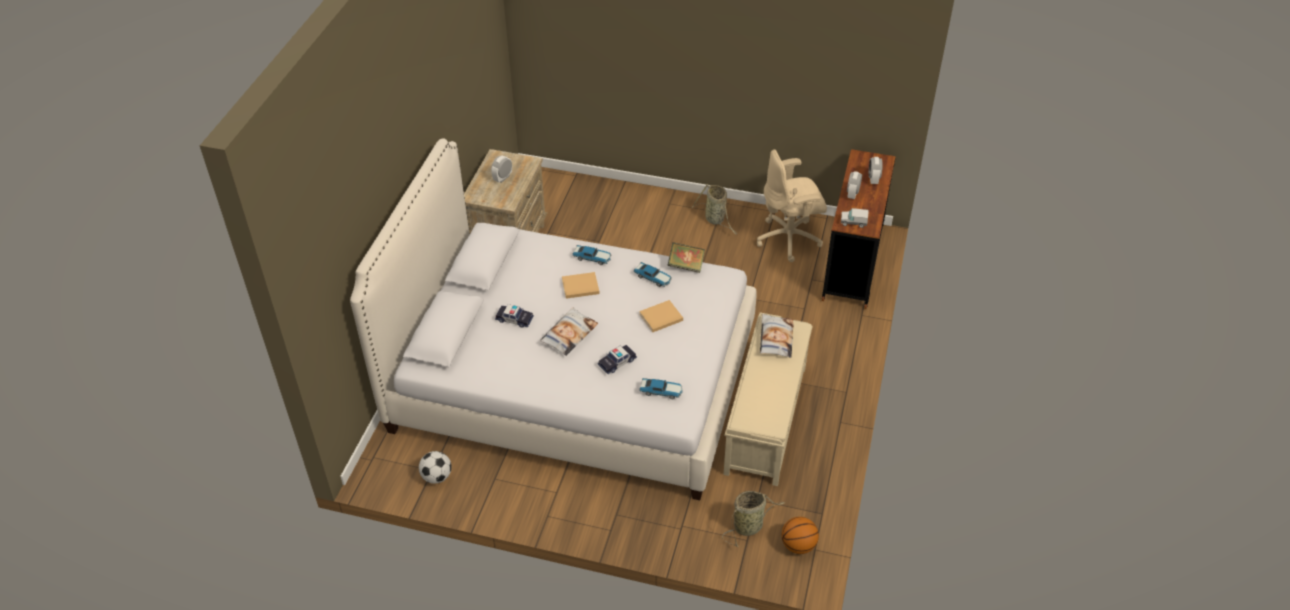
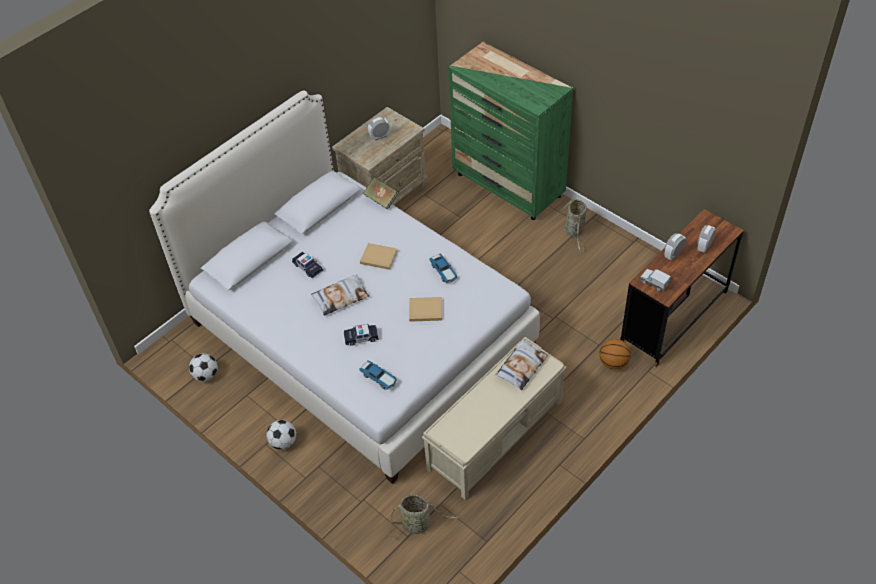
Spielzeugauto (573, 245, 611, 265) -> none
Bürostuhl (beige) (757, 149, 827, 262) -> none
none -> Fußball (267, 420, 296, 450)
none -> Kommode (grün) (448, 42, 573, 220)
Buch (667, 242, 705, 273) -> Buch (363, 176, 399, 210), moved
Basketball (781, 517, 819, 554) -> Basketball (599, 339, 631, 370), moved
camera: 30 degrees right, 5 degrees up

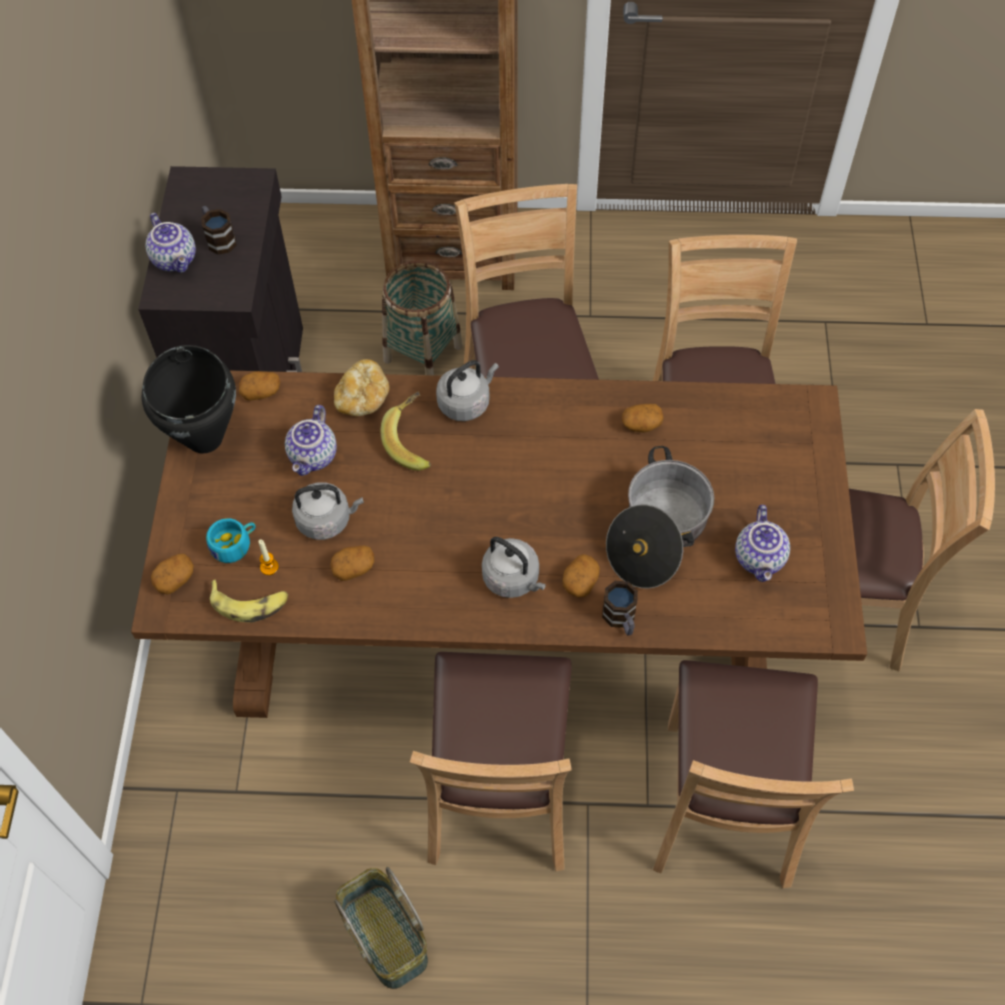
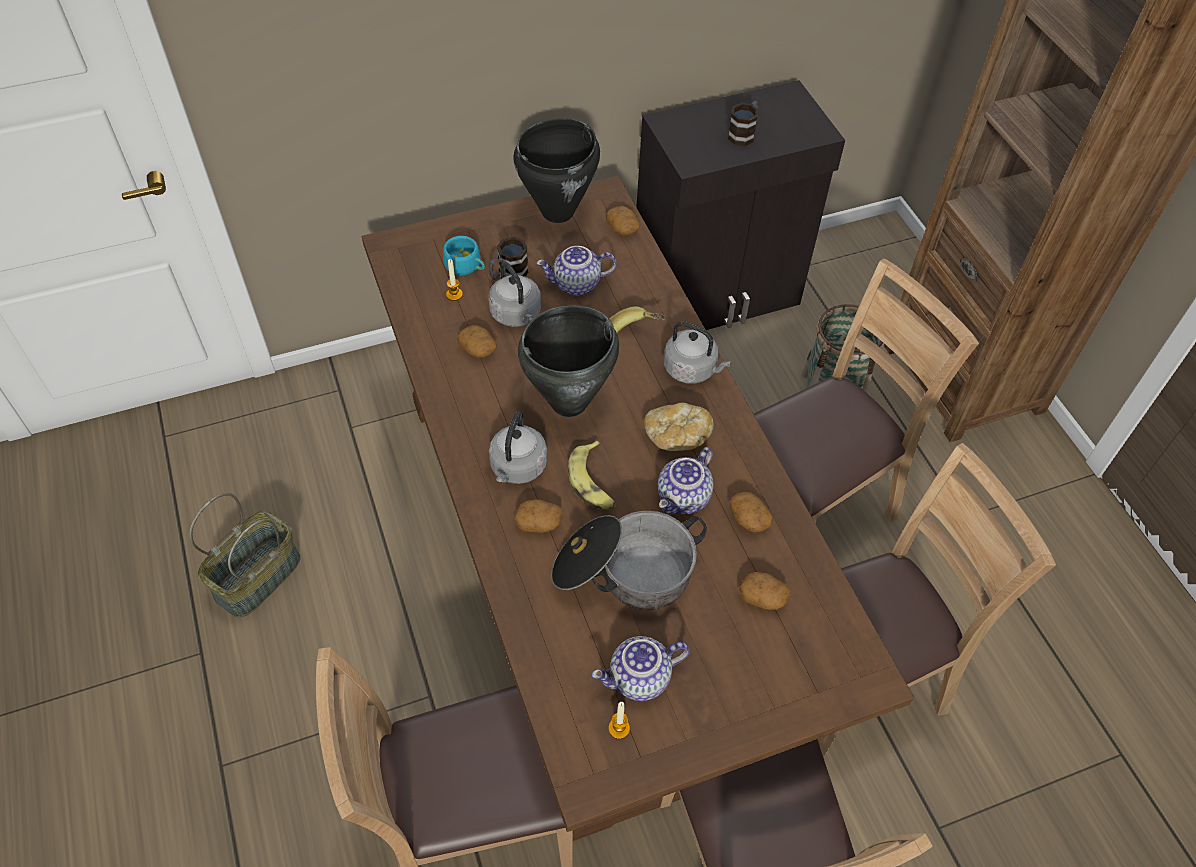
Stuhl (braun) (410, 652, 572, 872) -> none
none -> Kochtopf (schwarz) (518, 305, 619, 417)
none -> Kerze (608, 702, 630, 739)
Teekanne (146, 213, 196, 273) -> Teekanne (658, 447, 713, 515), moved
Kartoffel (151, 554, 194, 595) -> Kartoffel (739, 572, 791, 610), moved
Banane (210, 579, 288, 623) -> Banane (568, 441, 616, 509), moved
Brot (334, 359, 389, 416) -> Brot (644, 403, 714, 451), moved
Henkelbecher (602, 581, 638, 635) -> Henkelbecher (489, 237, 528, 279), moved
camera: 65 degrees right, 5 degrees down

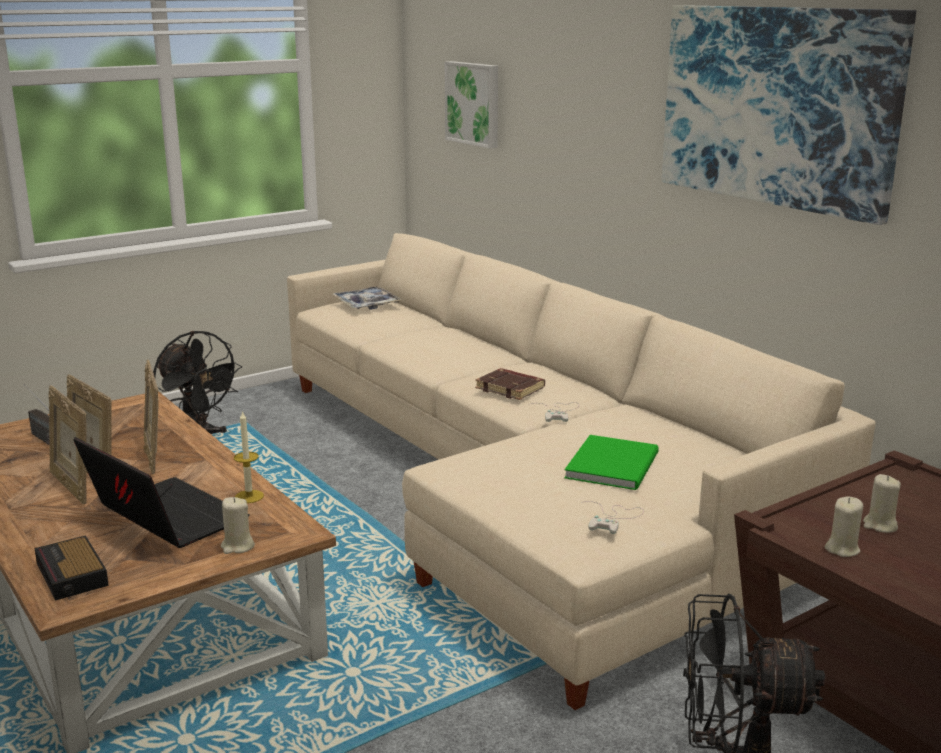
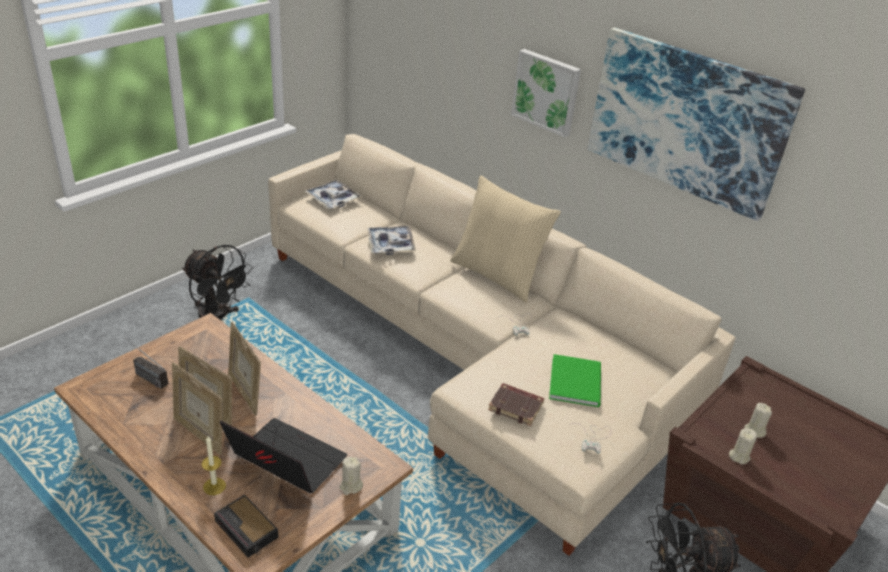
none -> Tablett (367, 226, 416, 255)
none -> Kissen (beige) (450, 175, 561, 303)
Kerze (234, 410, 264, 503) -> Kerze (202, 436, 226, 495), moved
Bild (445, 61, 498, 149) -> Bild (511, 49, 581, 137), moved
Buch (braun) (475, 368, 545, 400) -> Buch (braun) (488, 383, 544, 426), moved
camera: 15 degrees left, 15 degrees up

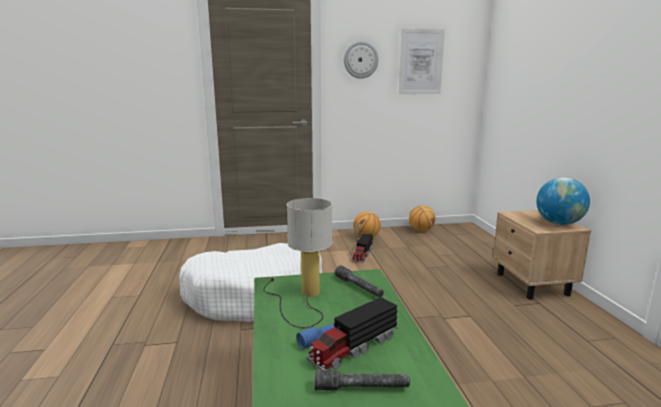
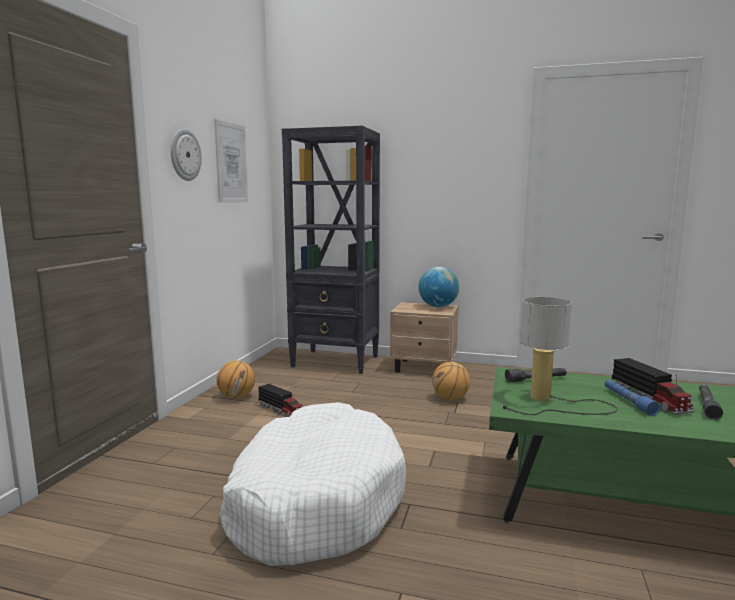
none -> Bücherregal (schwarz) (282, 126, 380, 374)
Basketball (409, 205, 435, 231) -> Basketball (432, 362, 470, 400), moved
camera: 65 degrees left, 5 degrees down

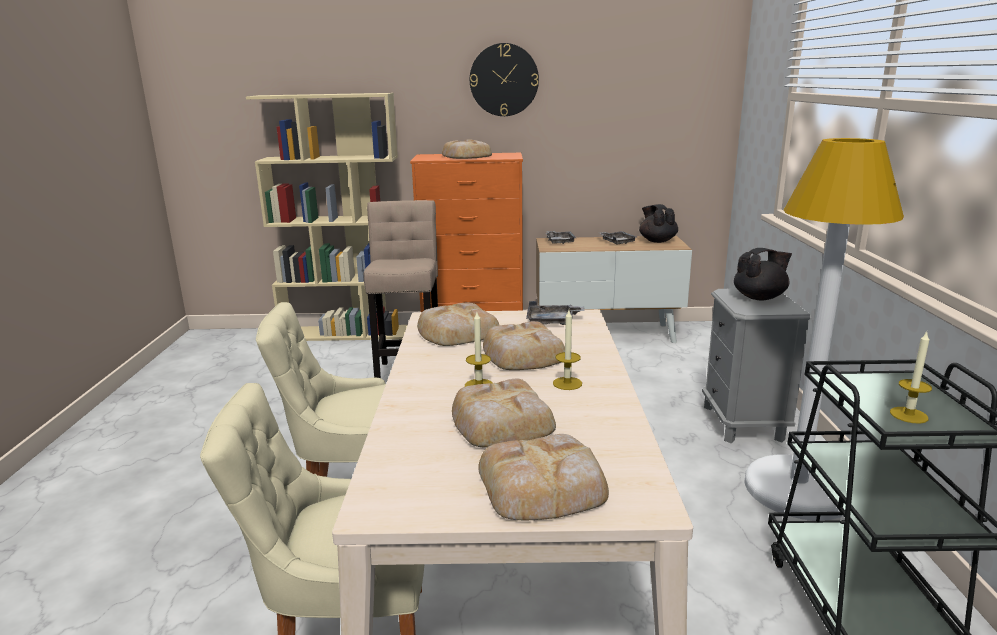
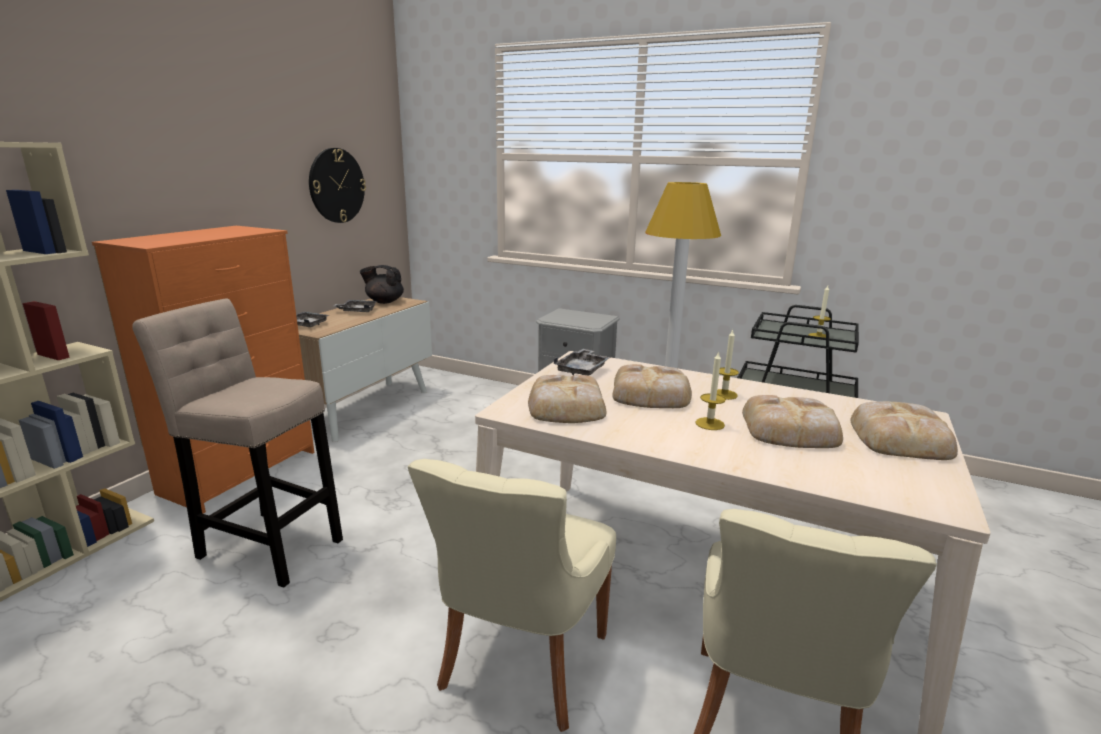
Brot (442, 140, 492, 159) -> none
Teekanne (schwarz) (734, 248, 792, 300) -> none
Wanduhr (470, 43, 539, 116) -> Wanduhr (309, 148, 366, 223), moved
camera: 65 degrees left, 0 degrees up

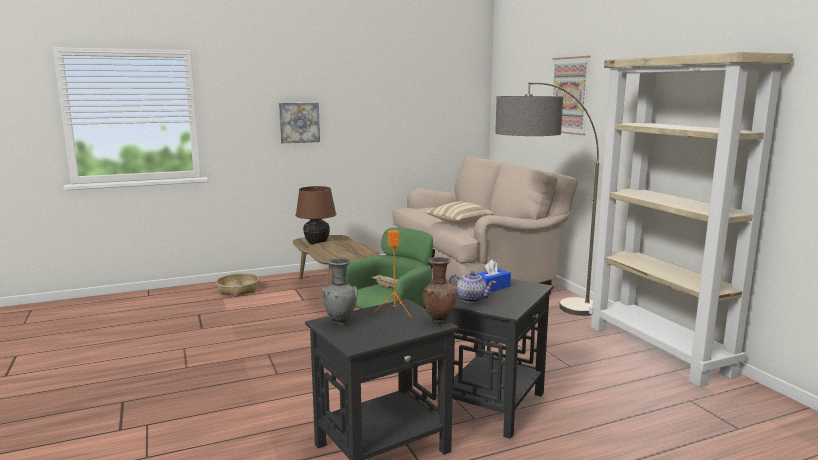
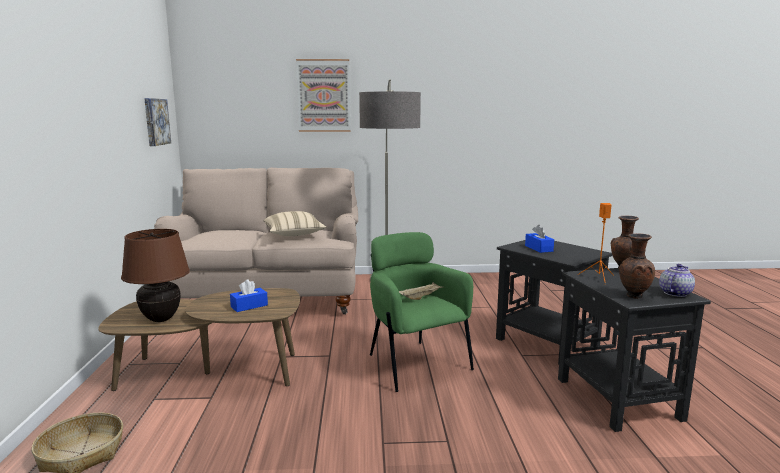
Bücherregal (beige) (589, 52, 793, 387) -> none
none -> Taschentuchbox (blau) (230, 279, 268, 312)
Bild (279, 103, 320, 143) -> Bild (144, 98, 171, 146), moved
Teekanne (448, 271, 496, 303) -> Teekanne (659, 264, 695, 297), moved
Vase (grau) (322, 258, 358, 326) -> Vase (braun) (619, 233, 655, 299)
camera: 70 degrees left, 0 degrees up

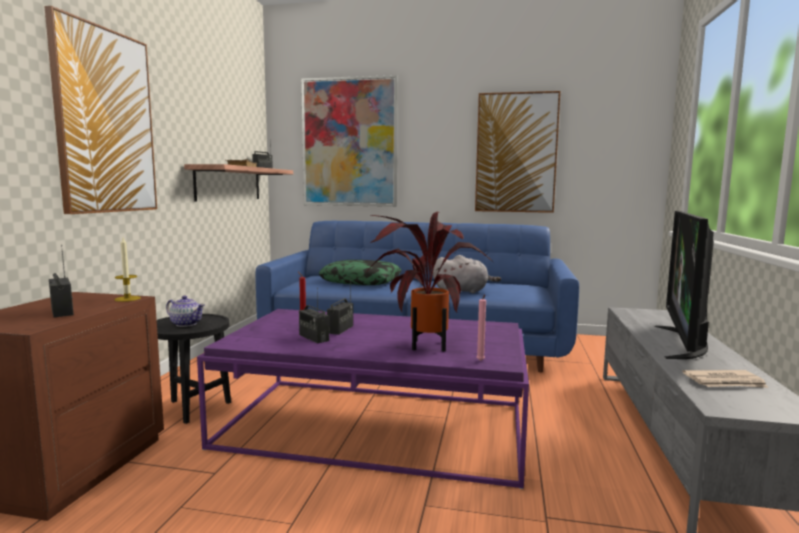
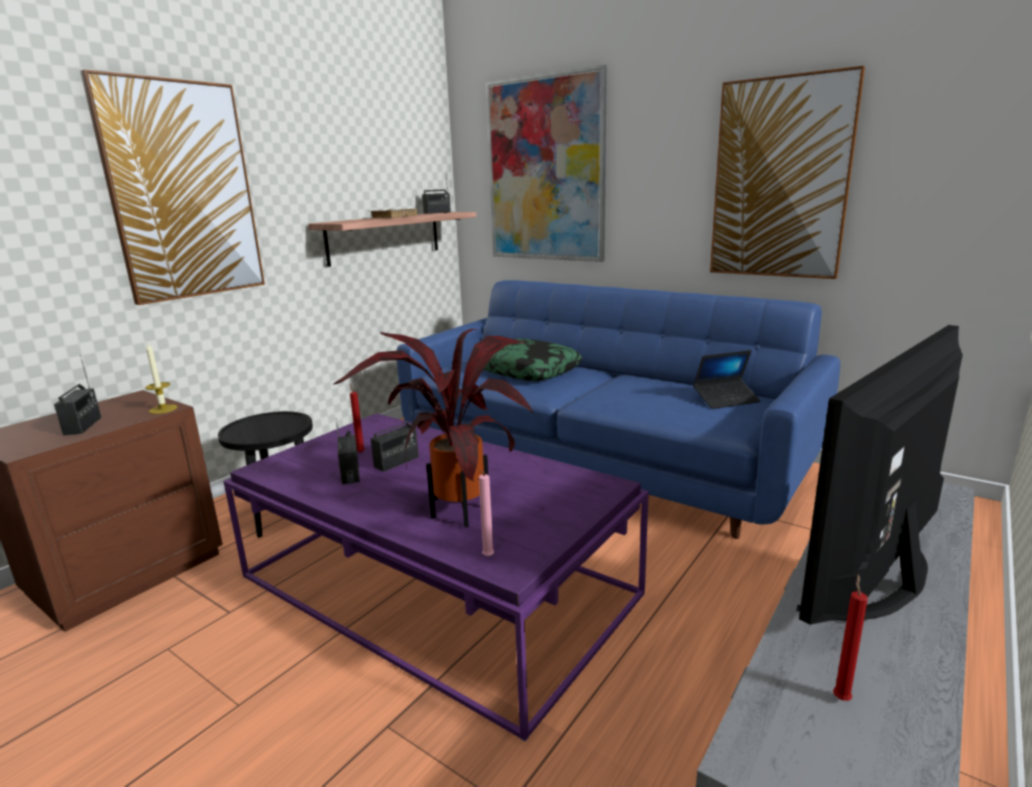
Teekanne (166, 296, 204, 327) -> none
Plüschtier (grau) (433, 255, 501, 293) -> none
none -> Laptop (693, 350, 761, 409)
Zeitung (682, 370, 769, 388) -> Kerze (rot) (833, 574, 868, 701)
camera: 25 degrees right, 10 degrees up

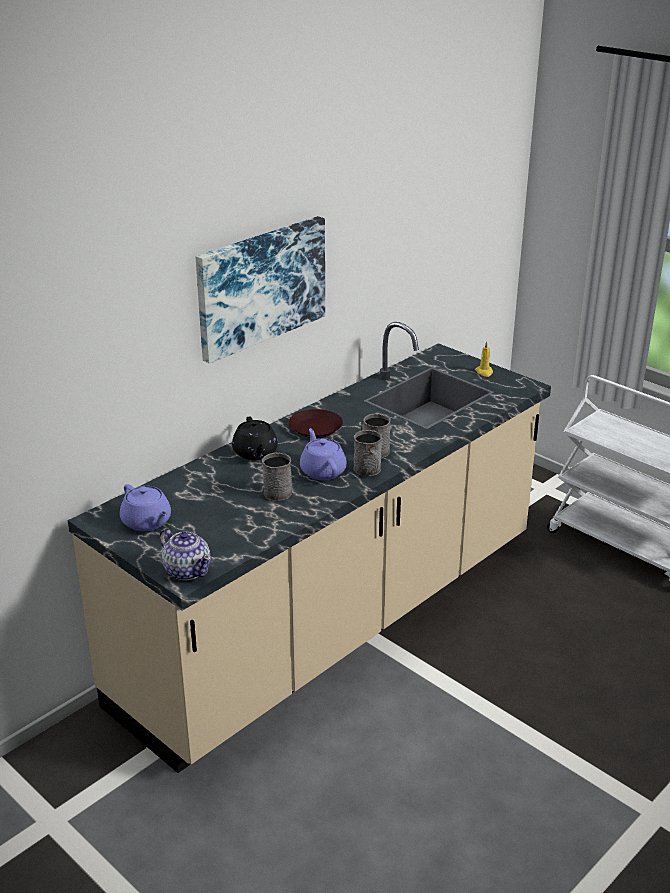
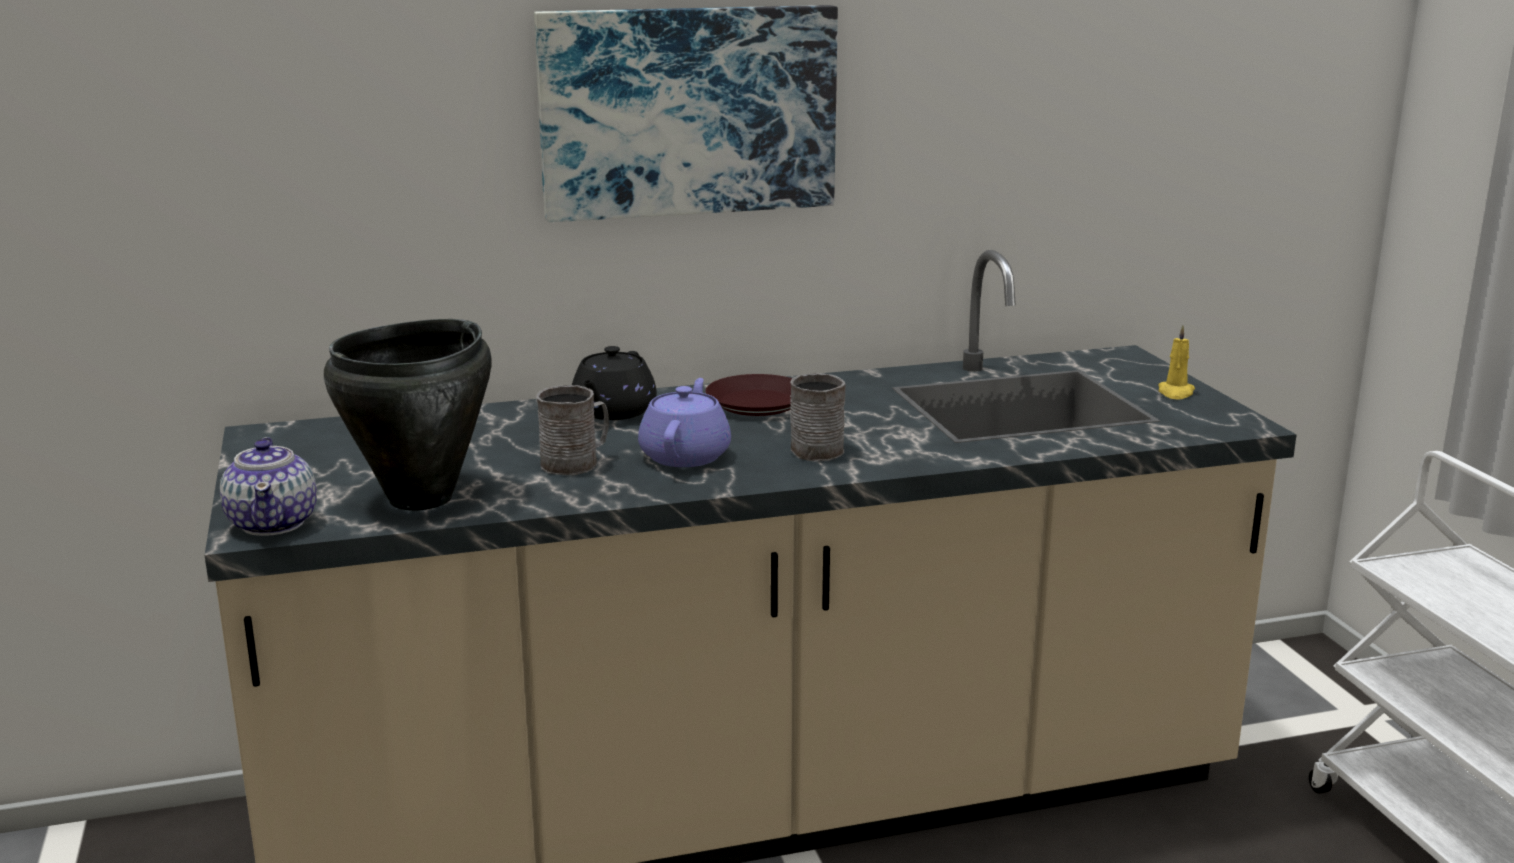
Teekanne (lila) (120, 484, 171, 531) -> none
Henkelbecher (grau) (353, 430, 382, 476) -> none
none -> Kochtopf (schwarz) (324, 319, 492, 511)
camera: 30 degrees right, 10 degrees down

